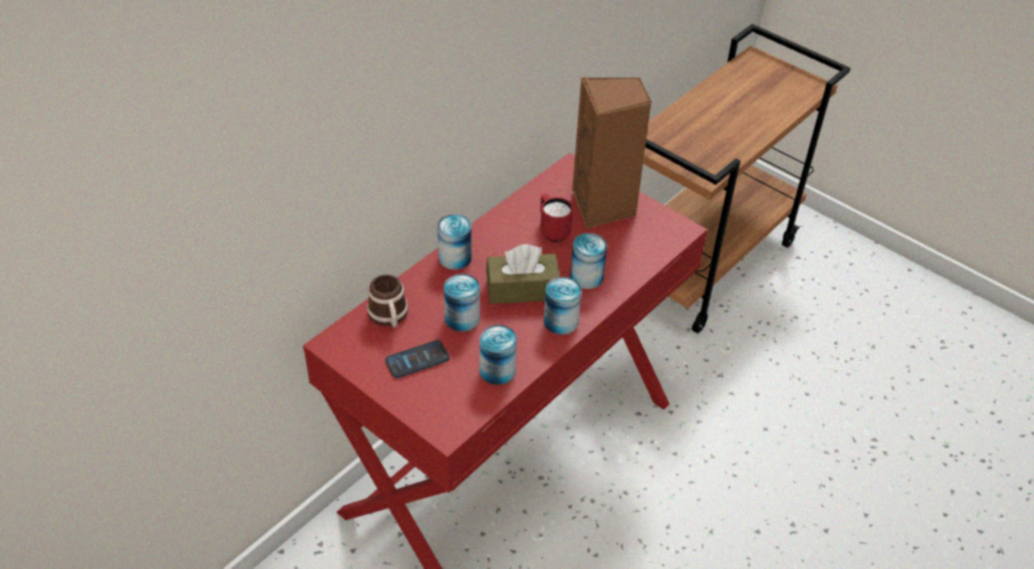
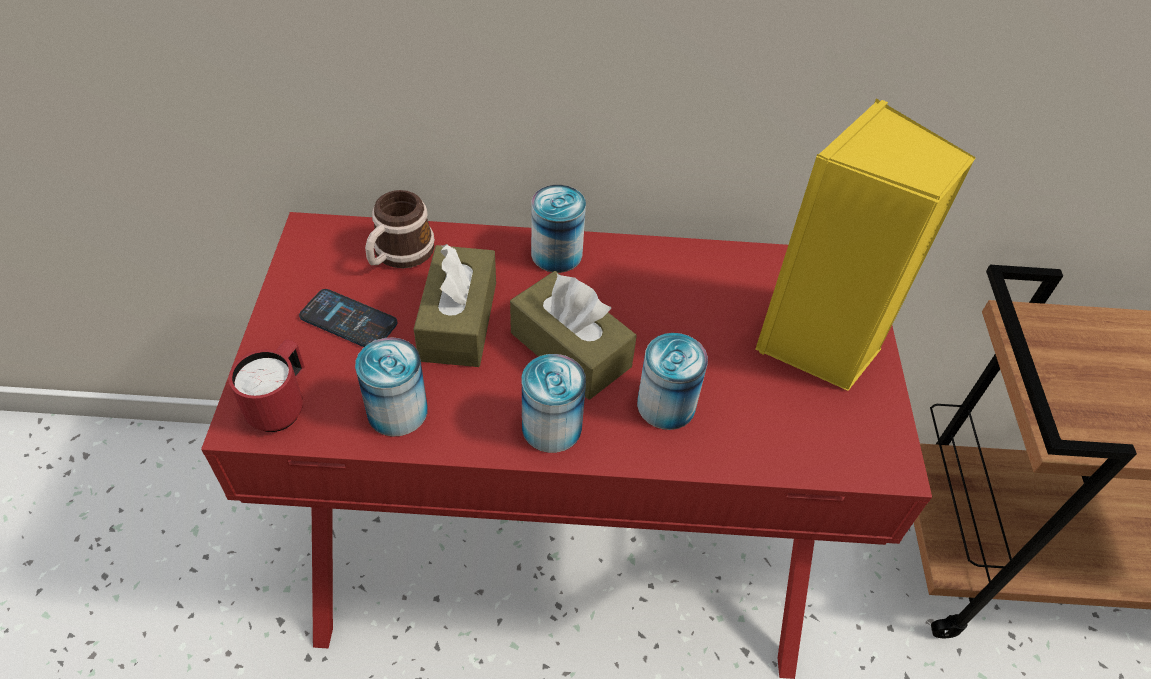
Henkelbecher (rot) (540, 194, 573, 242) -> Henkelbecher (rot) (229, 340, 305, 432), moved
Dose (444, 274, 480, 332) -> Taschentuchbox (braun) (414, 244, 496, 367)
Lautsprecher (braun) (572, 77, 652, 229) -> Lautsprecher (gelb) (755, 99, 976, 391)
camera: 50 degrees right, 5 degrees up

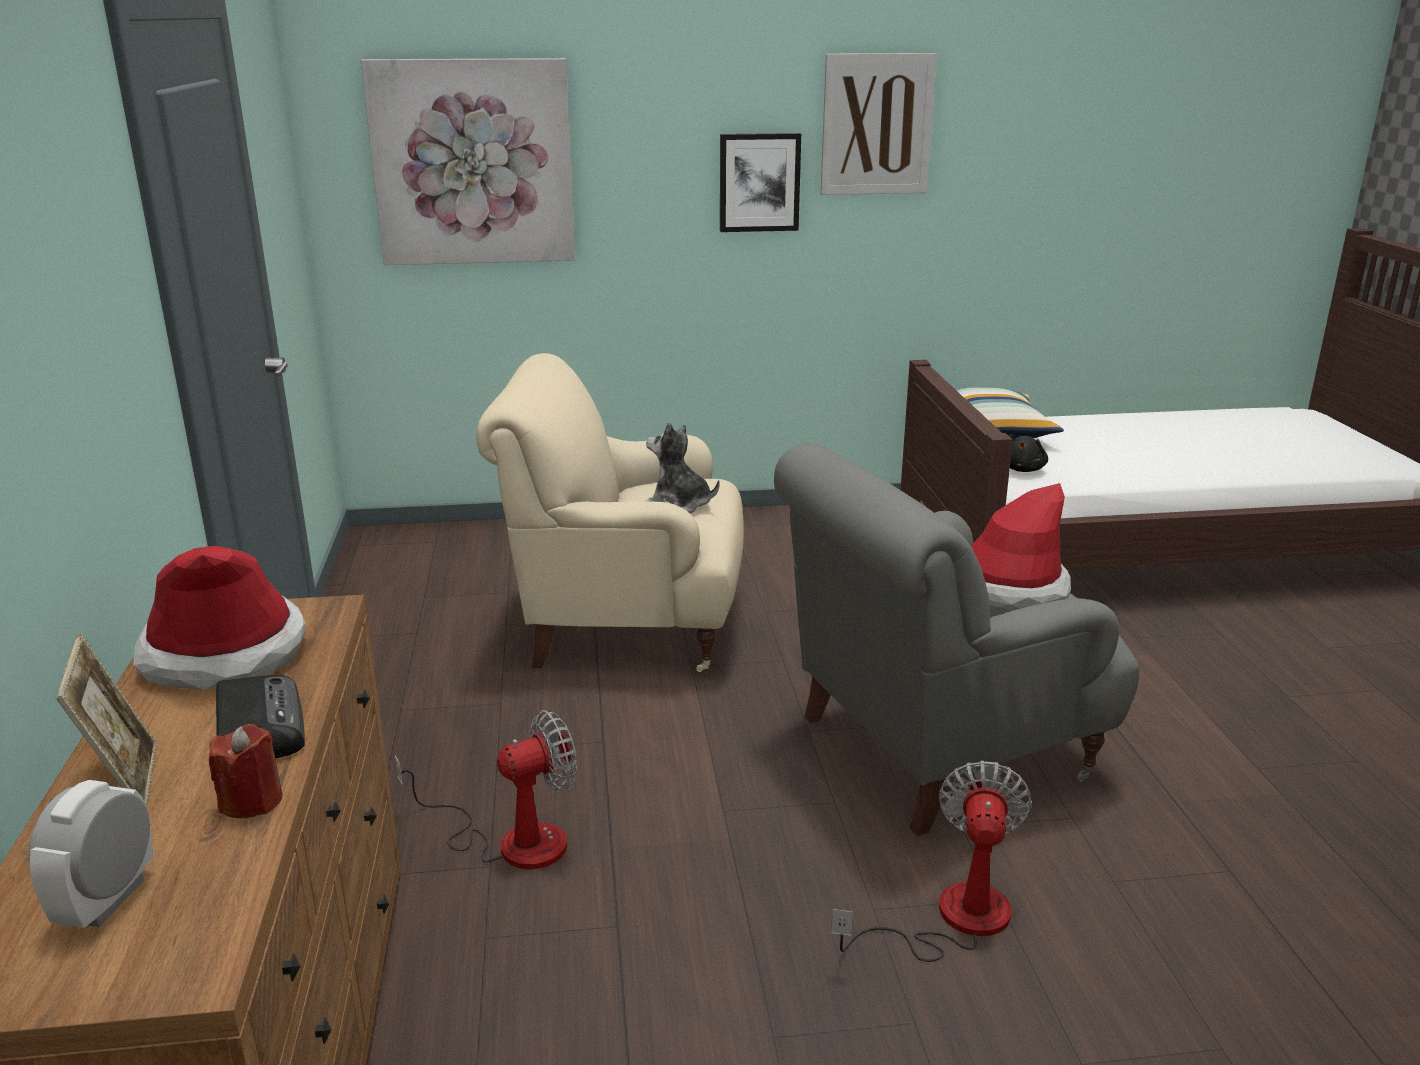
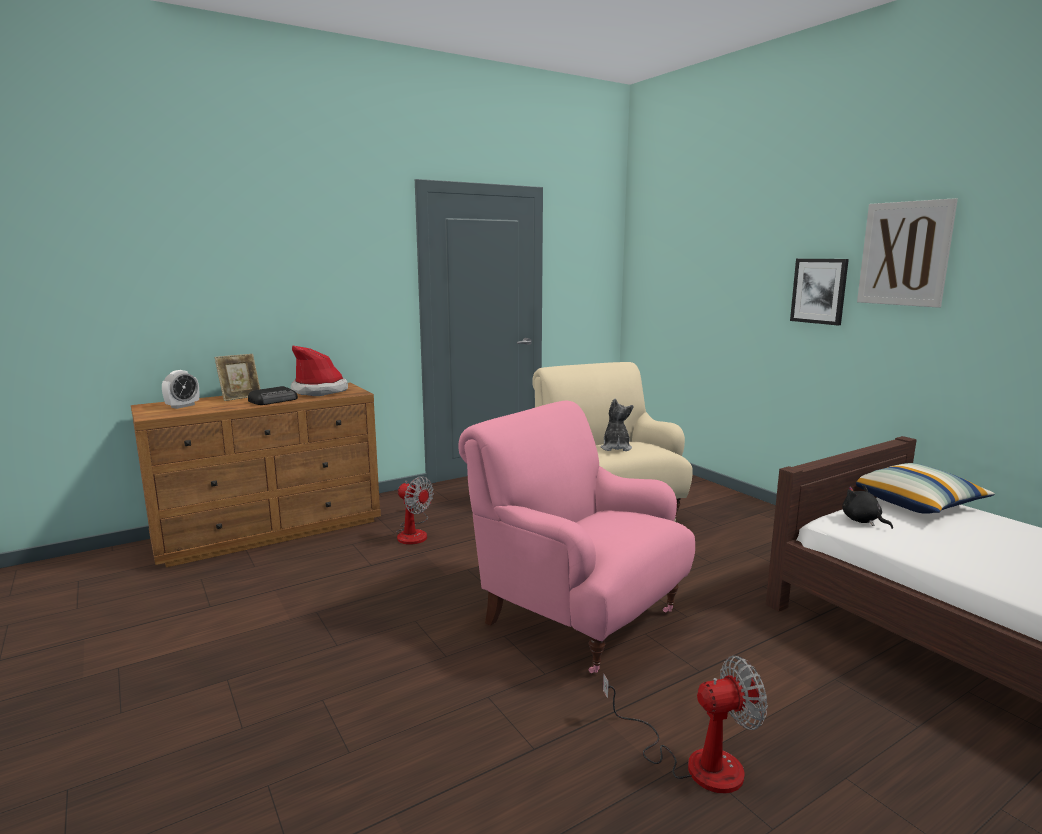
Kerze (rot) (209, 724, 282, 819) -> none
Bild (361, 58, 575, 265) -> none
Hut (971, 483, 1071, 611) -> none
Ventilator (831, 761, 1032, 962) -> Ventilator (603, 656, 768, 794), moved
Sessel (grau) (774, 443, 1139, 836) -> Sessel (rosa) (458, 401, 695, 673)
Wecker (28, 780, 154, 928) -> Wecker (162, 370, 199, 409), 135 degrees clockwise
Plüschtier (schwarz) (1010, 435, 1048, 472) -> Plüschtier (schwarz) (842, 485, 893, 529), 60 degrees clockwise
camera: 65 degrees right, 10 degrees down

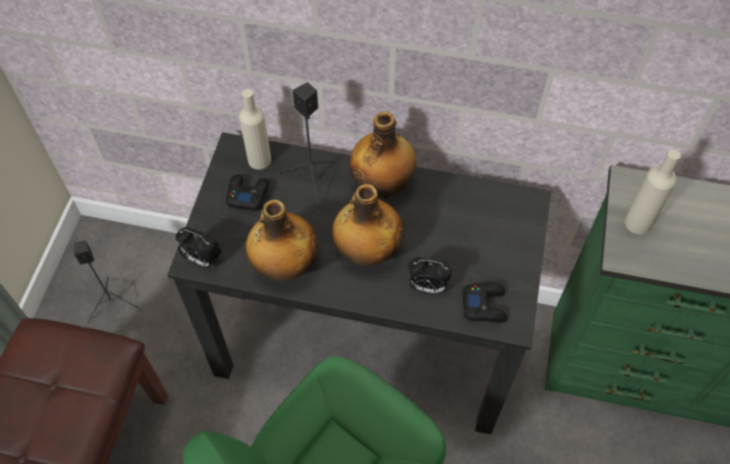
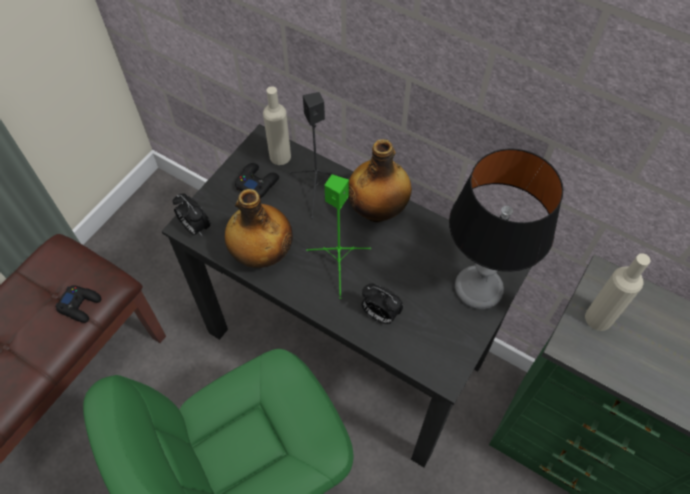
Lautsprecher (schwarz) (74, 240, 140, 323) -> none
none -> Tischlampe (449, 149, 563, 309)
Gamepad (schwarz) (462, 283, 508, 323) -> Gamepad (schwarz) (55, 285, 101, 323), moved
Flasche (332, 184, 404, 266) -> Lautsprecher (grün) (306, 174, 371, 299)
camera: 20 degrees right, 0 degrees up

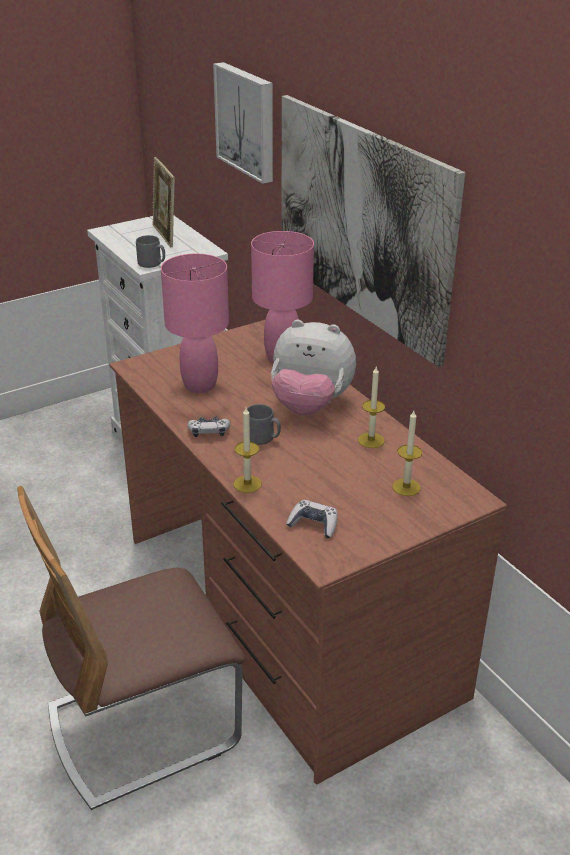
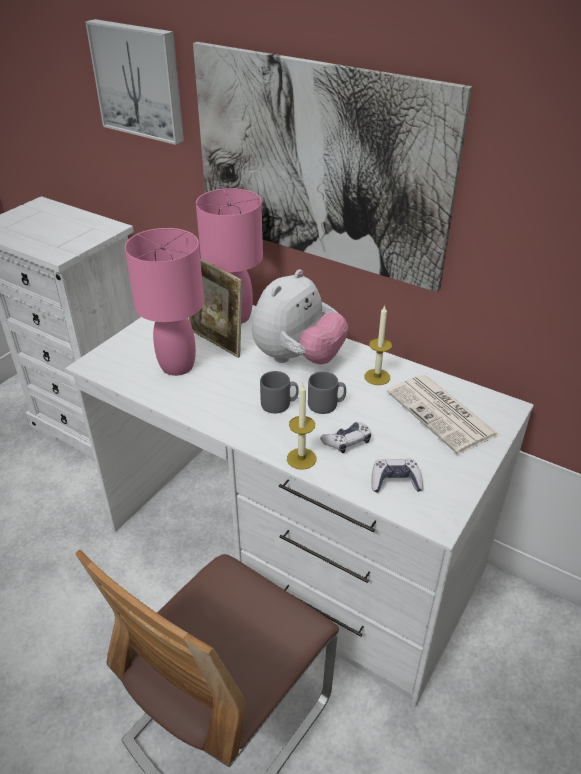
Henkelbecher (grau) (136, 235, 165, 268) -> Henkelbecher (grau) (308, 371, 346, 414), moved
Bilderrahmen (153, 157, 175, 248) -> Bilderrahmen (189, 259, 243, 358), moved
Gamepad (187, 416, 230, 437) -> Gamepad (320, 422, 371, 453), moved
Kerze (392, 411, 422, 496) -> Zeitung (387, 375, 500, 454)
Schreibtisch (braun) (109, 320, 507, 784) -> Schreibtisch (weiß) (66, 305, 534, 707)
Plüschtier (271, 320, 356, 415) -> Plüschtier (252, 269, 348, 365), 45 degrees counterclockwise
camera: 25 degrees left, 5 degrees up

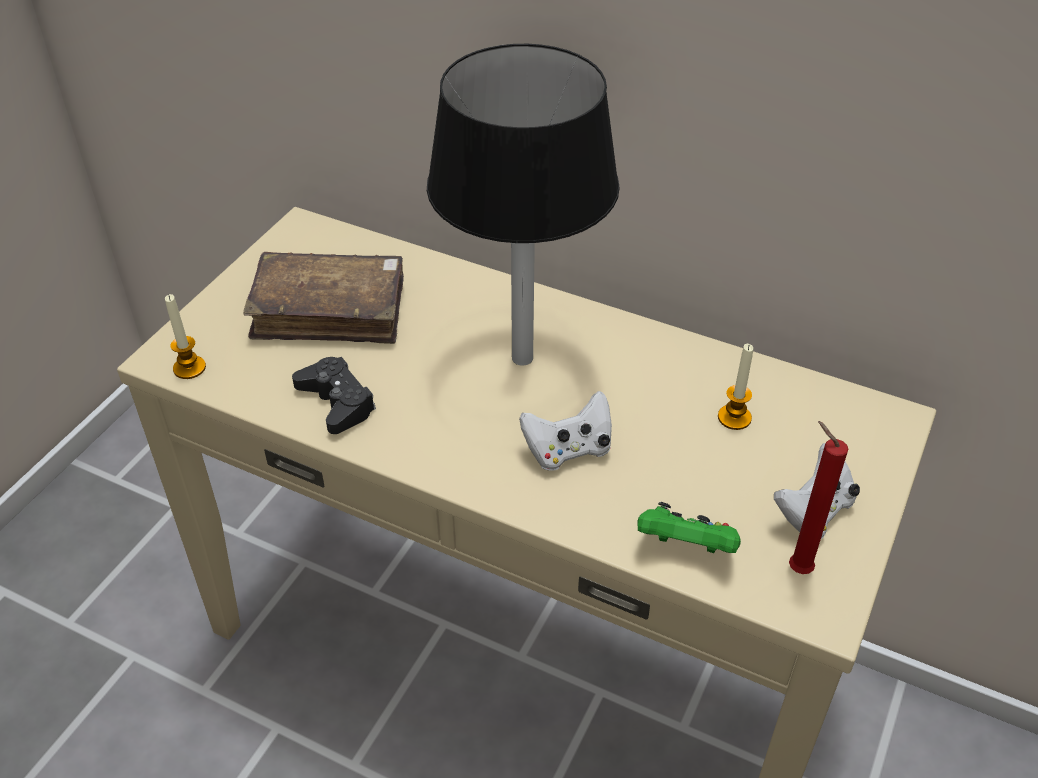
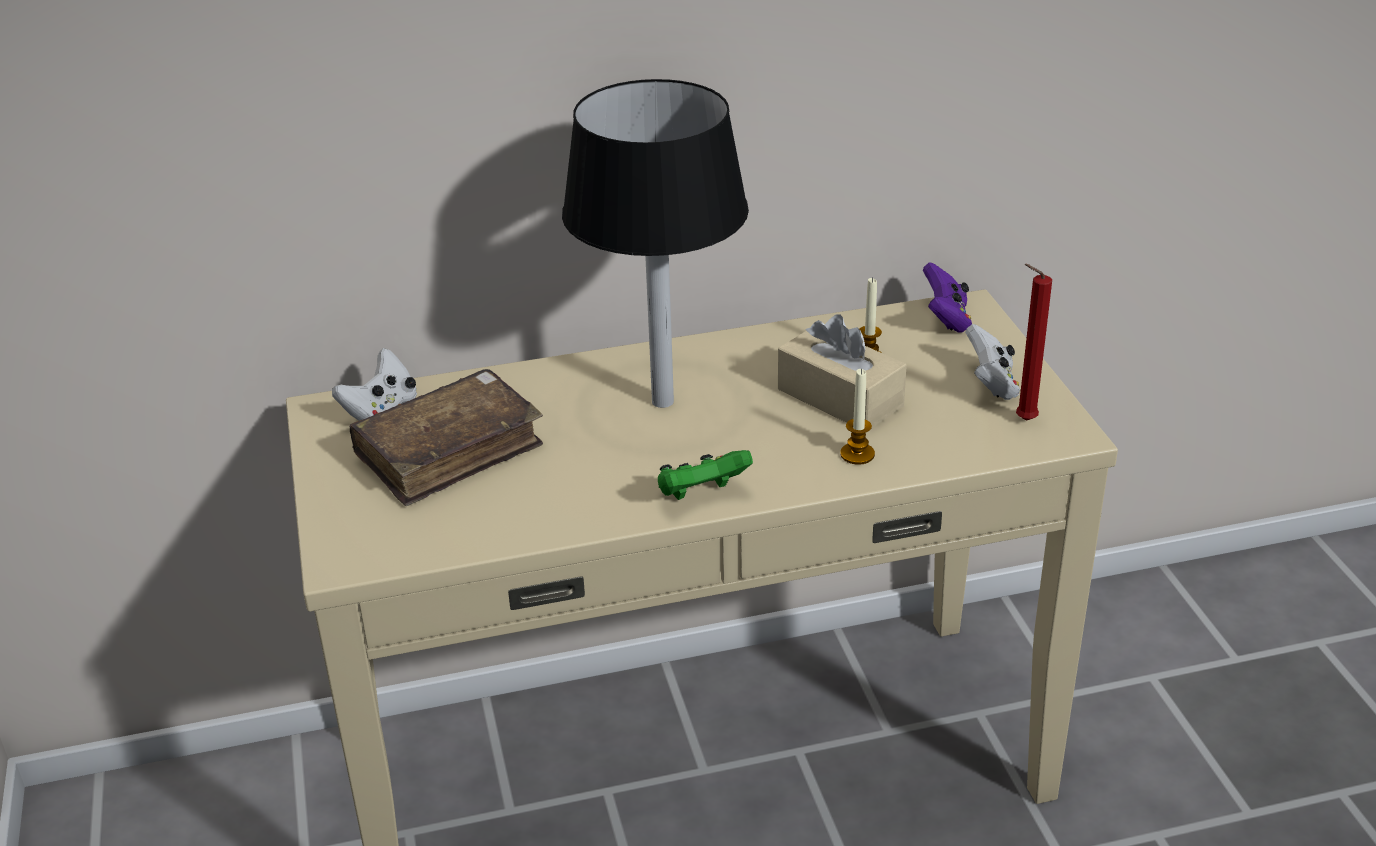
Gamepad (schwarz) (292, 357, 376, 434) -> none
none -> Taschentuchbox (beige) (778, 314, 907, 428)
none -> Gamepad (lila) (923, 263, 972, 333)
Kerze (165, 294, 206, 379) -> Kerze (840, 368, 875, 465), moved
Gamepad (weiß) (519, 391, 612, 471) -> Gamepad (weiß) (332, 348, 417, 421), moved
Gamepad (grün) (638, 502, 741, 553) -> Gamepad (grün) (658, 450, 753, 500), moved
camera: 40 degrees left, 10 degrees down

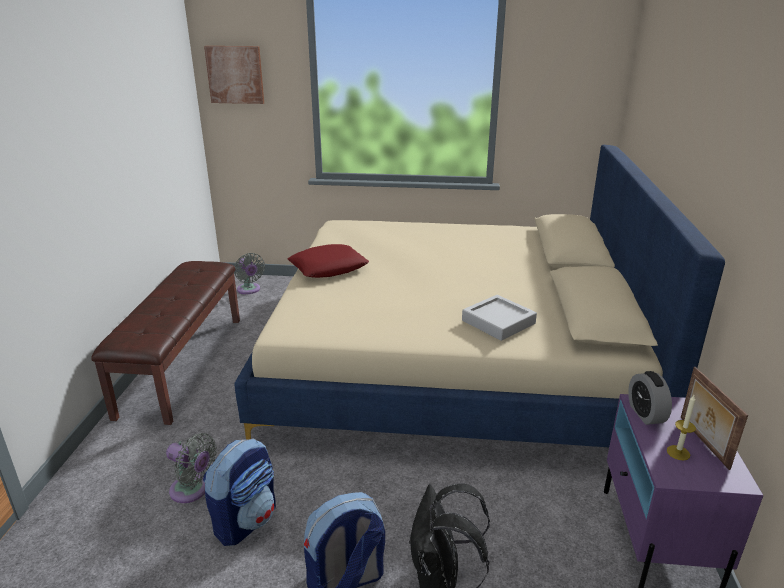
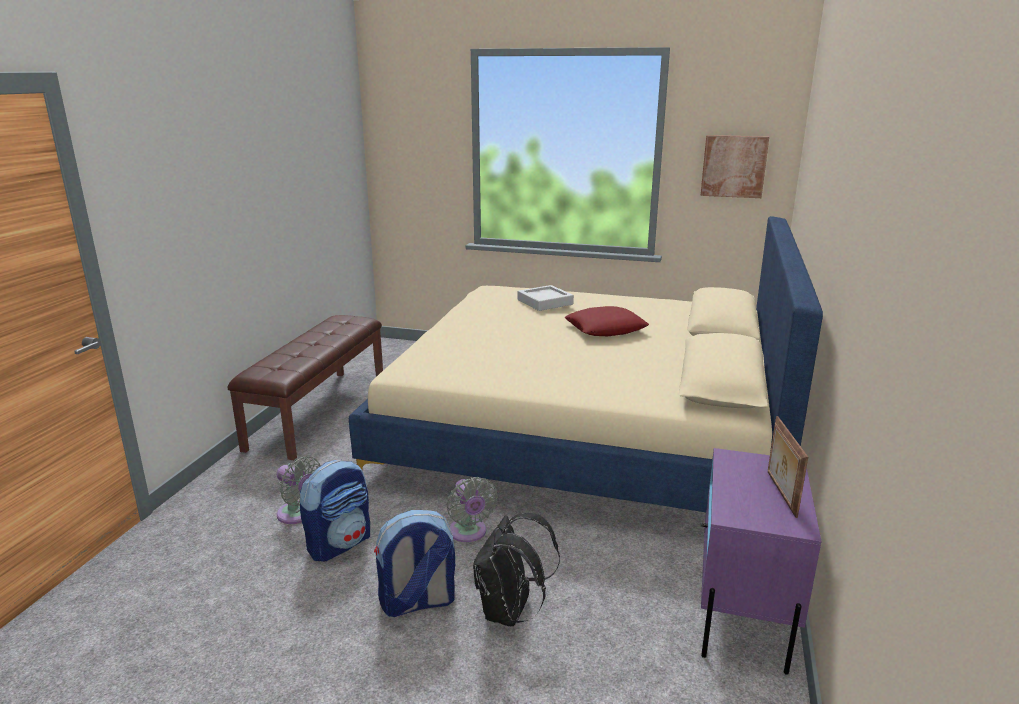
Wecker (628, 371, 672, 425) -> none
Kerze (667, 395, 696, 460) -> none
Bild (204, 46, 264, 104) -> Bild (700, 135, 769, 198), moved
Ventilator (grau) (234, 253, 265, 294) -> Ventilator (grau) (447, 477, 498, 542), moved
Kissen (rot) (288, 244, 369, 278) -> Kissen (rot) (564, 306, 649, 336), moved
Tablett (grau) (462, 295, 537, 341) -> Tablett (grau) (518, 285, 574, 311), moved
camera: 10 degrees right, 5 degrees down

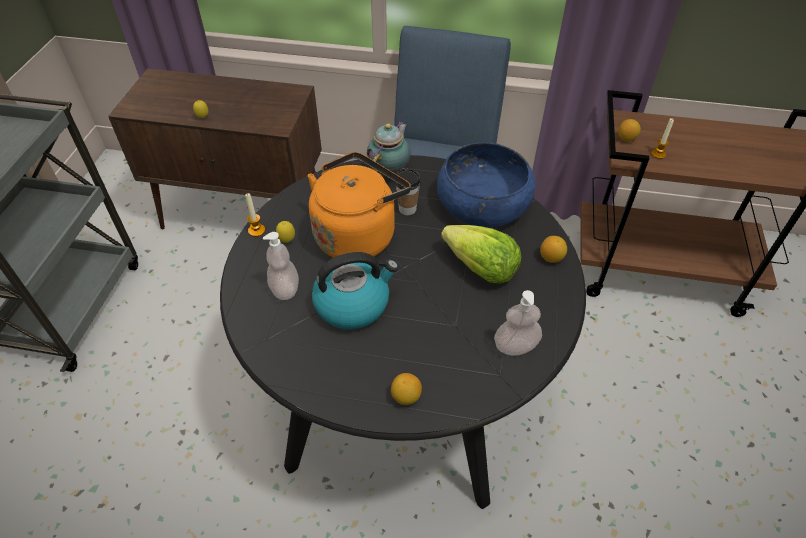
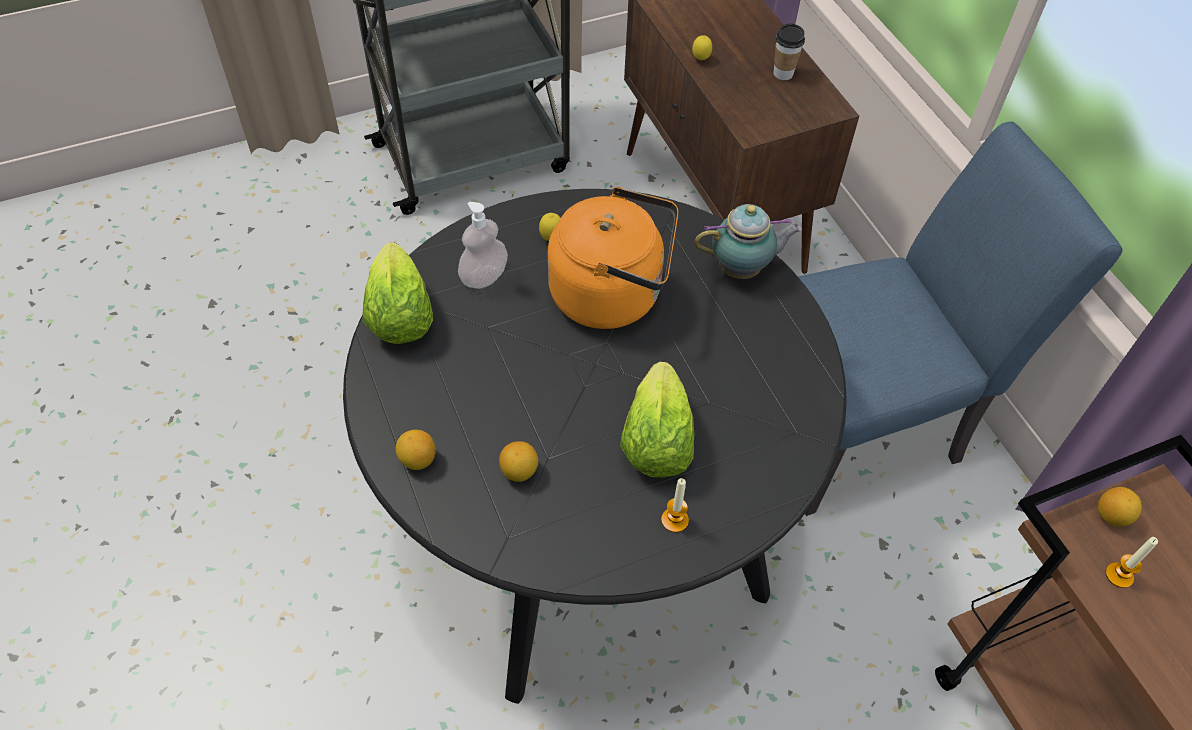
Wasserkessel (312, 252, 399, 330) -> none
Schüssel (blau) (437, 142, 536, 227) -> none
Seifenspender (494, 290, 542, 356) -> none
none -> Salatkopf (363, 242, 433, 344)
Kerze (245, 193, 265, 237) -> Kerze (661, 478, 689, 533), moved
Tasse (395, 168, 421, 215) -> Tasse (774, 24, 805, 80), moved
Zitrone (540, 236, 567, 263) -> Zitrone (499, 441, 538, 482), moved
camera: 55 degrees right, 5 degrees up

